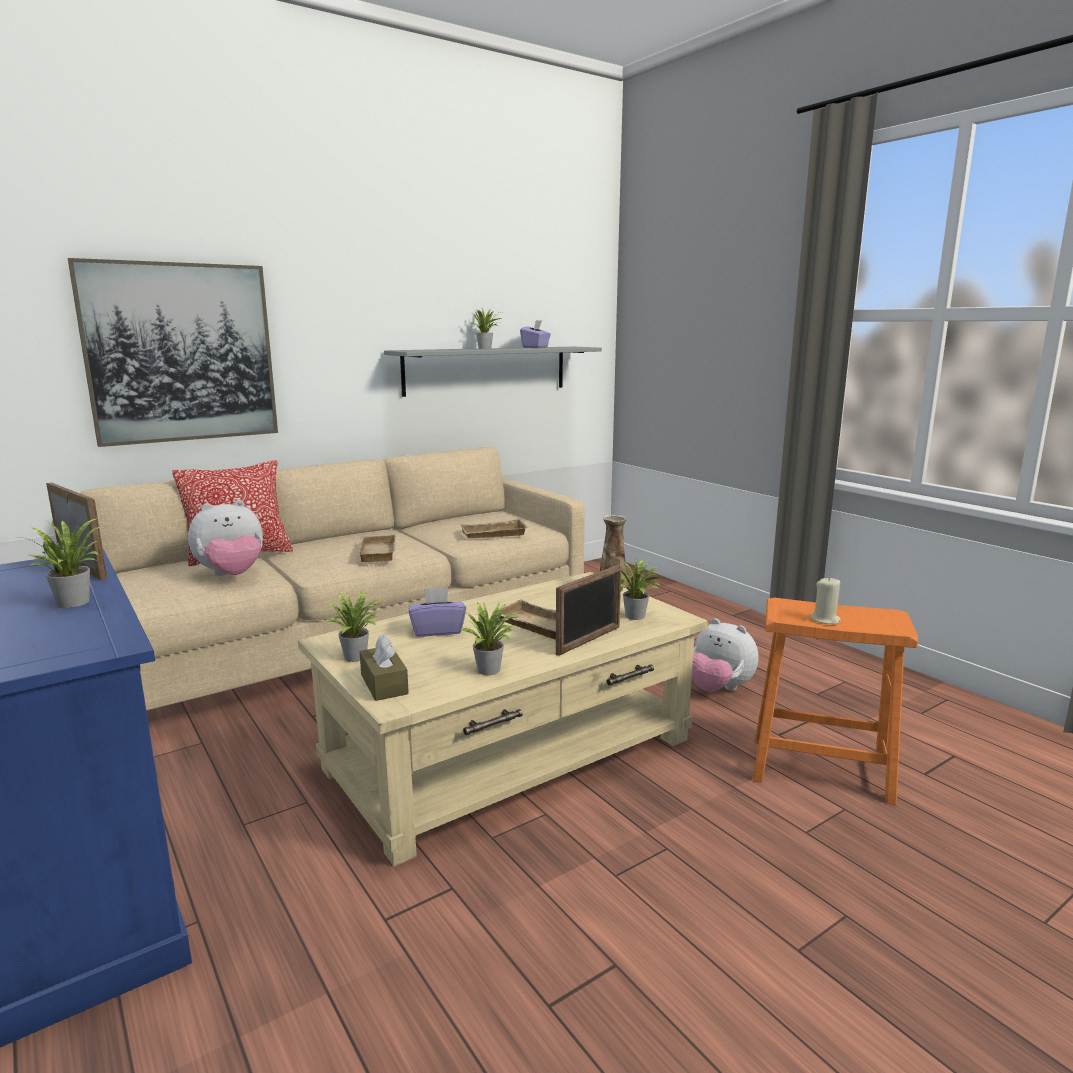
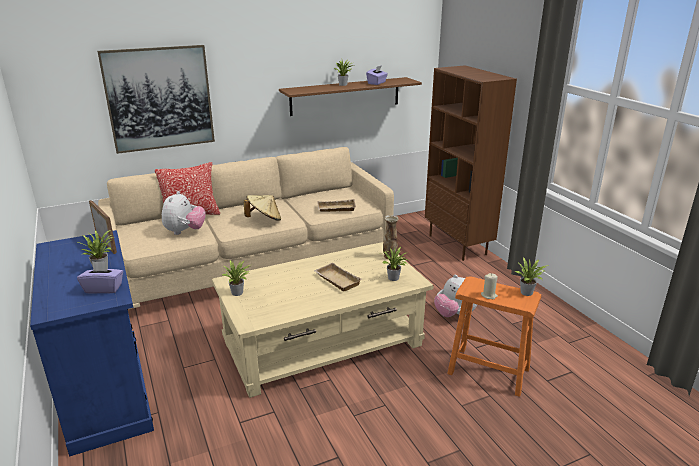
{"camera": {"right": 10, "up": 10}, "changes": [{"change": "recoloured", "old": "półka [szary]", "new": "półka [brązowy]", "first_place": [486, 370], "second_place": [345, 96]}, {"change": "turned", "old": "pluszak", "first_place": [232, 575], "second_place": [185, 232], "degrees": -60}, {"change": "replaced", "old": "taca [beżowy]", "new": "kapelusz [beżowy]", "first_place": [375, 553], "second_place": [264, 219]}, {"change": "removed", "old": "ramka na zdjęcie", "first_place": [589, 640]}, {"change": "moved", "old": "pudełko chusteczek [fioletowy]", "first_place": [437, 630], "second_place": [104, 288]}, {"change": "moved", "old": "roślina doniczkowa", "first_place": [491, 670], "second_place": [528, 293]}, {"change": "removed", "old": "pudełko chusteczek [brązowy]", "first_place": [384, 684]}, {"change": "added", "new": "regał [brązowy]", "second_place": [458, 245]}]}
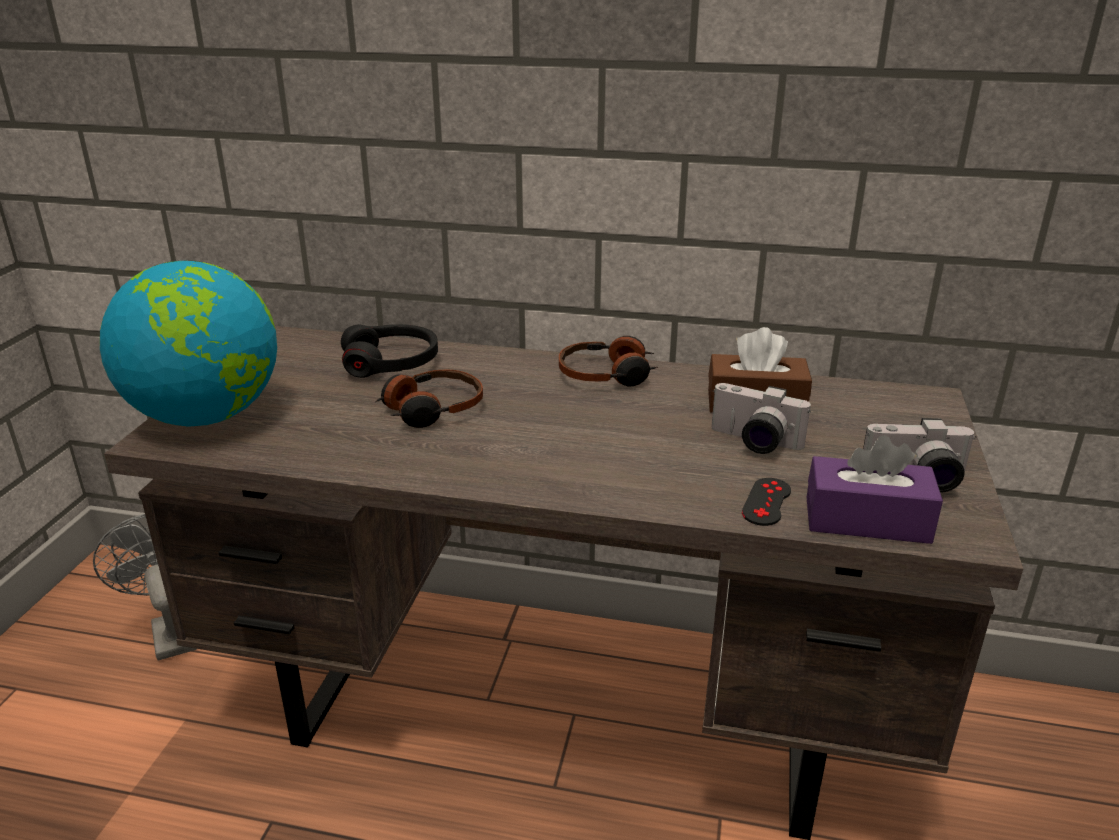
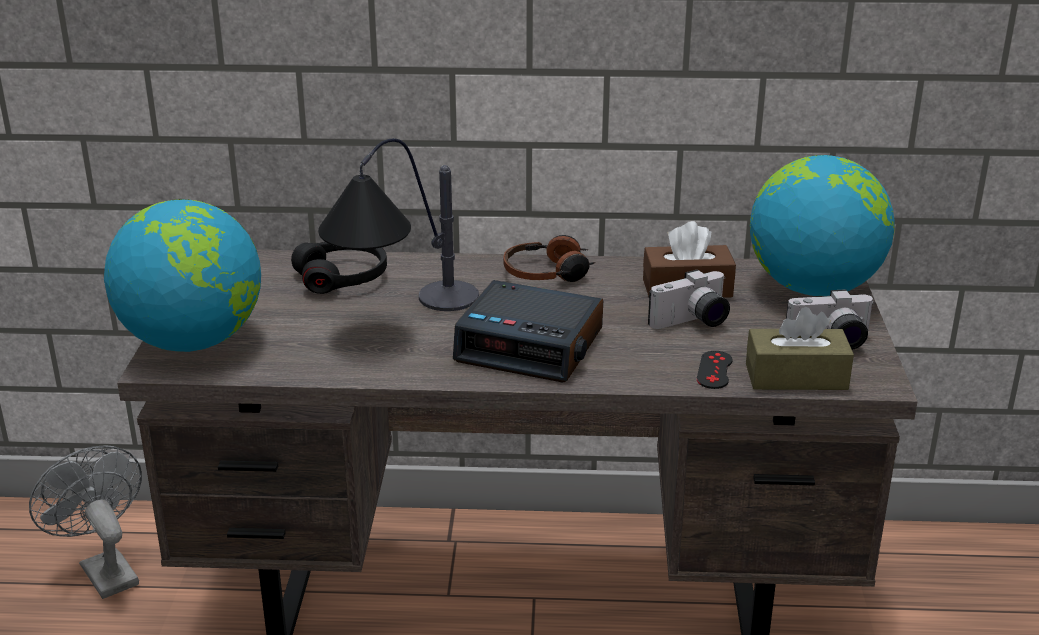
{"camera": {"right": -10, "up": 0}, "changes": [{"change": "replaced", "old": "słuchawki", "new": "lampa stołowa", "first_place": [431, 409], "second_place": [401, 318]}, {"change": "turned", "old": "aparat fotograficzny", "first_place": [753, 442], "second_place": [692, 323], "degrees": -45}, {"change": "recoloured", "old": "pudełko chusteczek [fioletowy]", "new": "pudełko chusteczek [brązowy]", "first_place": [867, 520], "second_place": [796, 377]}, {"change": "added", "new": "globus", "second_place": [813, 288]}, {"change": "added", "new": "budzik", "second_place": [531, 345]}]}
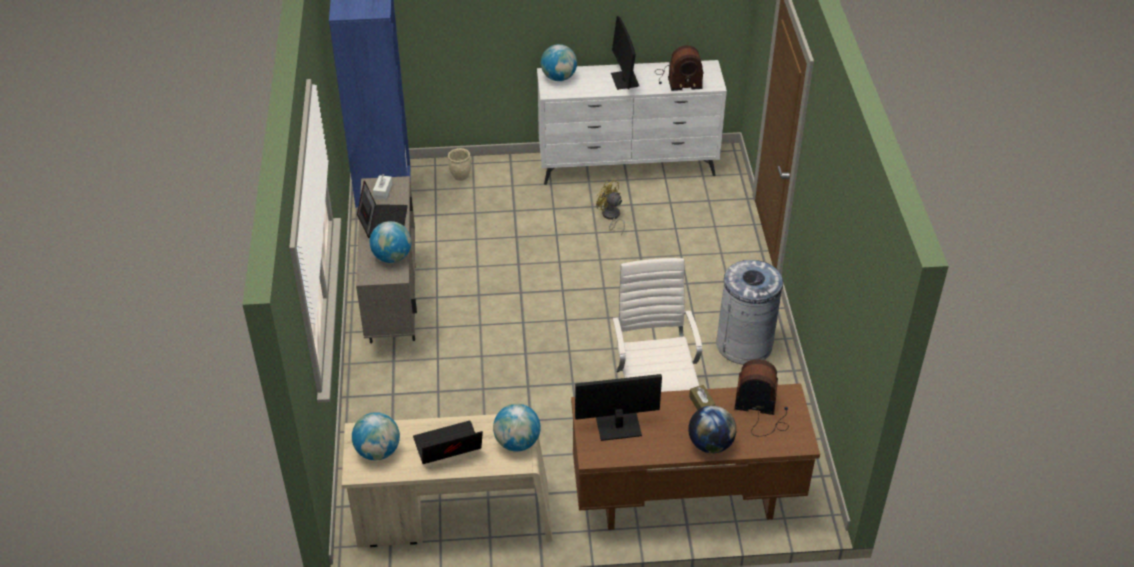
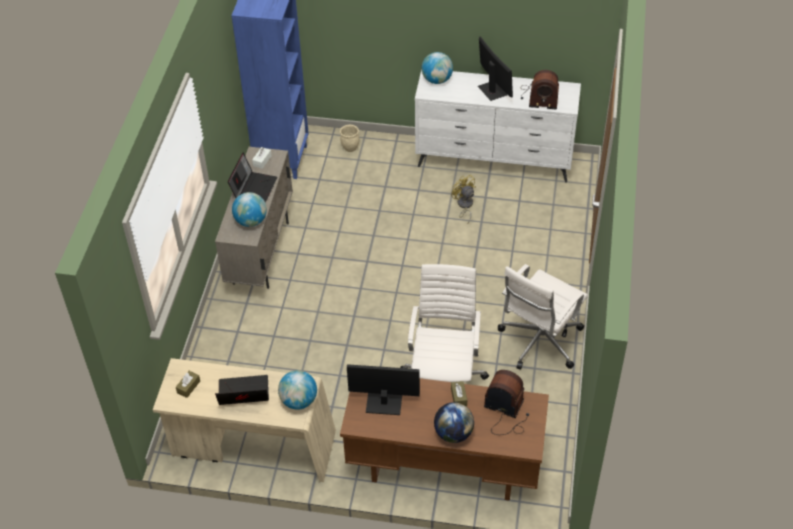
{"camera": {"right": 15, "up": 5}, "changes": [{"change": "turned", "old": "monitor", "first_place": [624, 80], "second_place": [492, 91], "degrees": 150}, {"change": "replaced", "old": "kosz na śmieci [szary]", "new": "krzesło biurowe [biały]", "first_place": [744, 344], "second_place": [539, 341]}, {"change": "replaced", "old": "globus", "new": "pudełko chusteczek [brązowy]", "first_place": [378, 451], "second_place": [188, 387]}]}
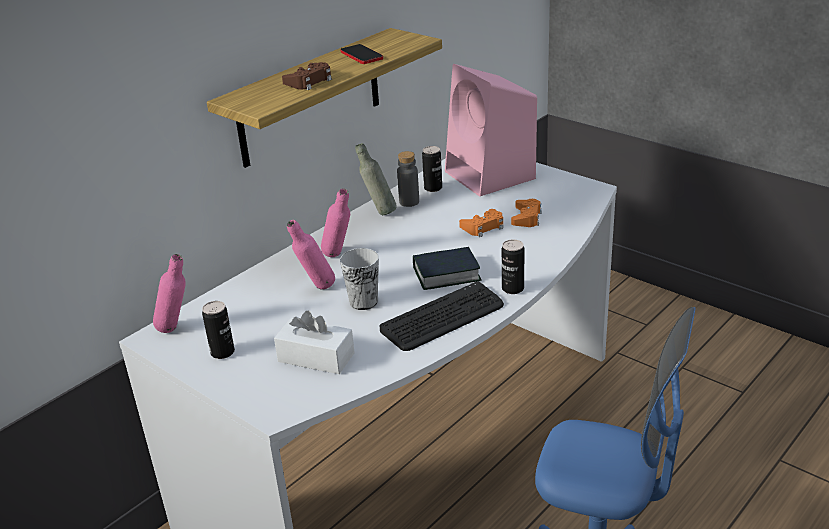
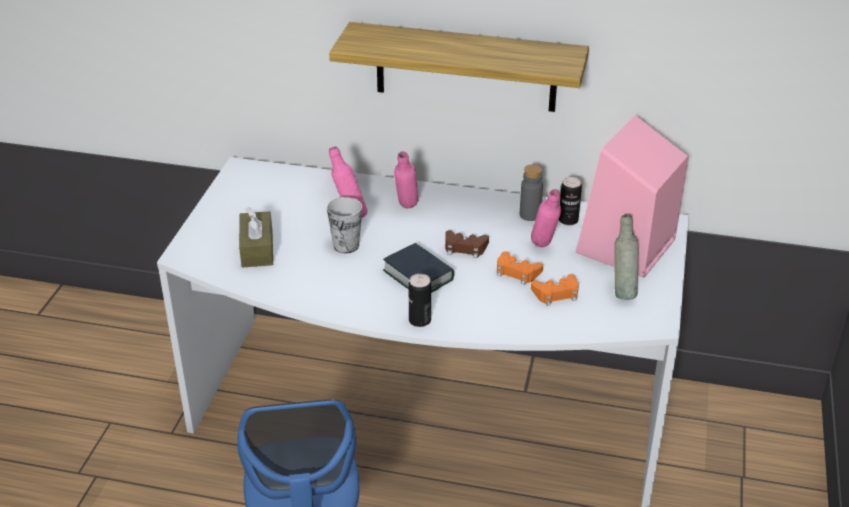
{"camera": {"right": 60, "up": 5}, "changes": [{"change": "removed", "old": "telefon", "first_place": [361, 55]}, {"change": "moved", "old": "pad do gier [brązowy]", "first_place": [309, 82], "second_place": [465, 248]}, {"change": "moved", "old": "butelka [szary]", "first_place": [378, 212], "second_place": [622, 292]}, {"change": "moved", "old": "butelka [różowy]", "first_place": [177, 330], "second_place": [544, 248]}, {"change": "removed", "old": "klawiatura", "first_place": [443, 318]}, {"change": "removed", "old": "puszka", "first_place": [222, 352]}, {"change": "recoloured", "old": "pudełko chusteczek [biały]", "new": "pudełko chusteczek [brązowy]", "first_place": [316, 357], "second_place": [257, 249]}]}
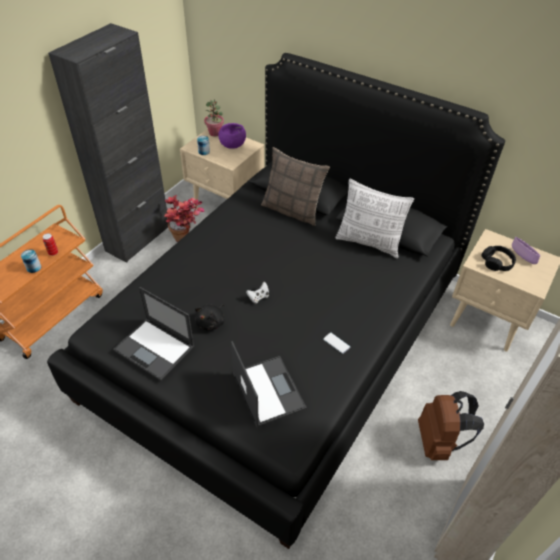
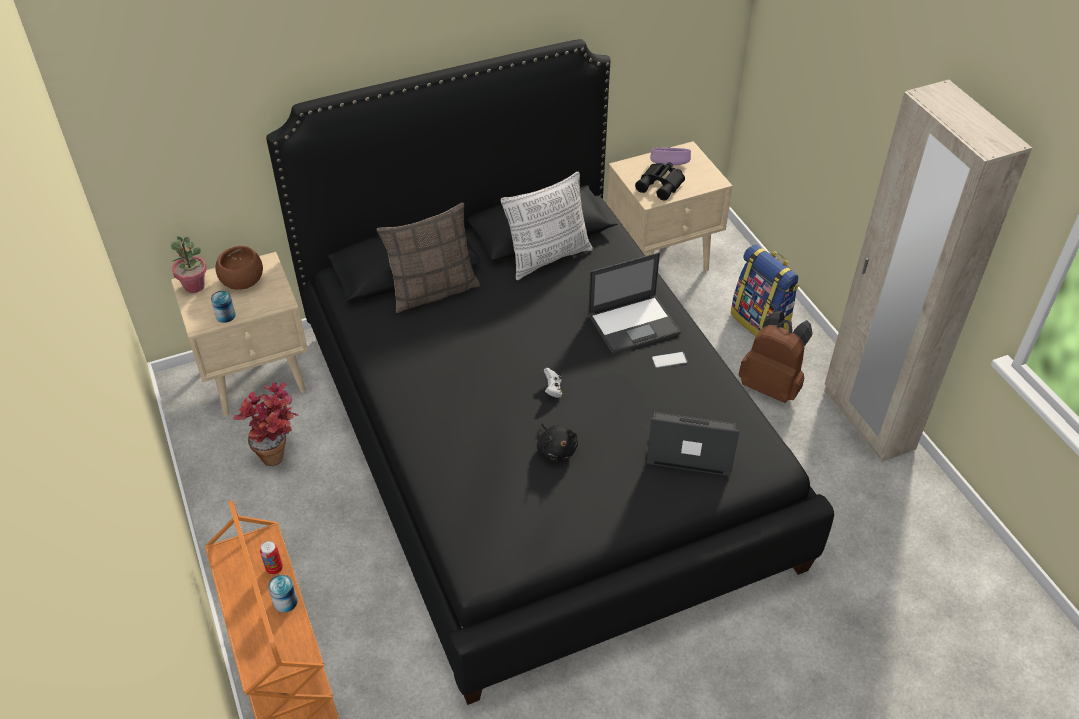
{"camera": {"right": -55, "up": 0}, "changes": [{"change": "removed", "old": "szafka [czarny]", "first_place": [138, 238]}, {"change": "recoloured", "old": "miska [fioletowy]", "new": "miska [brązowy]", "first_place": [232, 145], "second_place": [242, 281]}, {"change": "replaced", "old": "słuchawki [czarny]", "new": "lornetka [czarny]", "first_place": [497, 262], "second_place": [661, 185]}, {"change": "moved", "old": "laptop", "first_place": [155, 349], "second_place": [634, 324]}, {"change": "added", "new": "plecak", "second_place": [761, 322]}]}
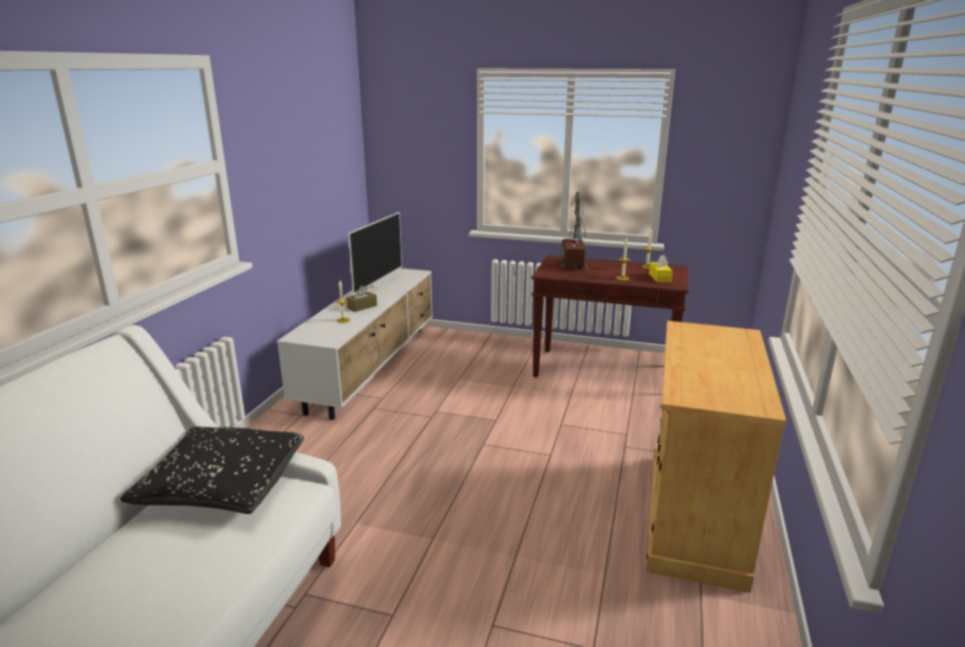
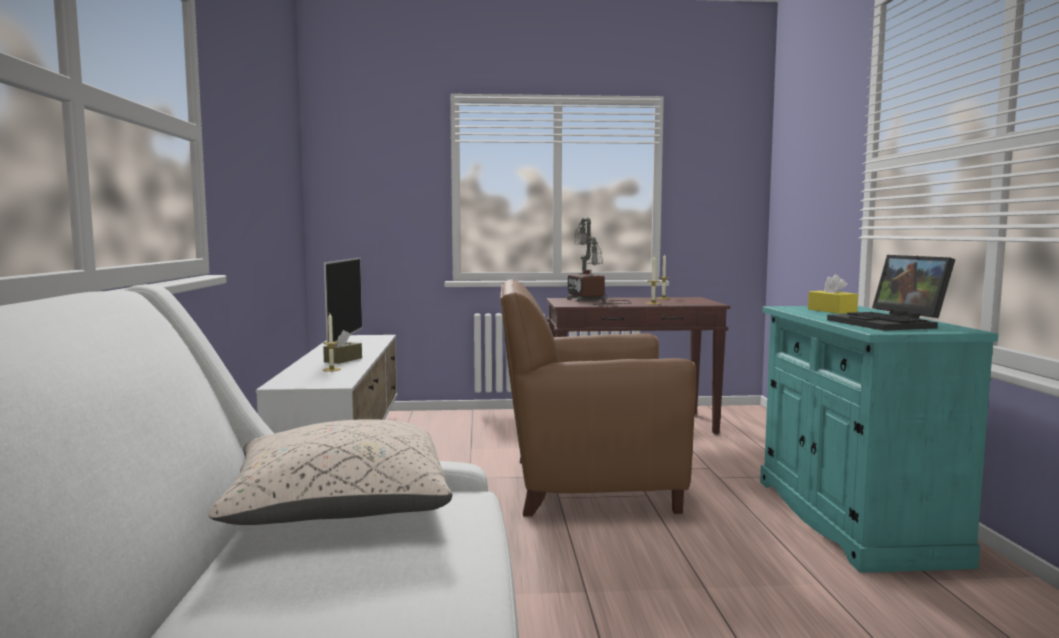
{"camera": {"right": -20, "up": -15}, "changes": [{"change": "moved", "old": "pudełko chusteczek [żółty]", "first_place": [659, 277], "second_place": [831, 311]}, {"change": "recoloured", "old": "szafka [beżowy]", "new": "szafka [turkusowy]", "first_place": [694, 516], "second_place": [852, 519]}, {"change": "recoloured", "old": "poduszka [czarny]", "new": "poduszka [beżowy]", "first_place": [223, 487], "second_place": [339, 510]}, {"change": "added", "new": "laptop", "second_place": [890, 324]}, {"change": "added", "new": "fotel [brązowy]", "second_place": [587, 484]}]}
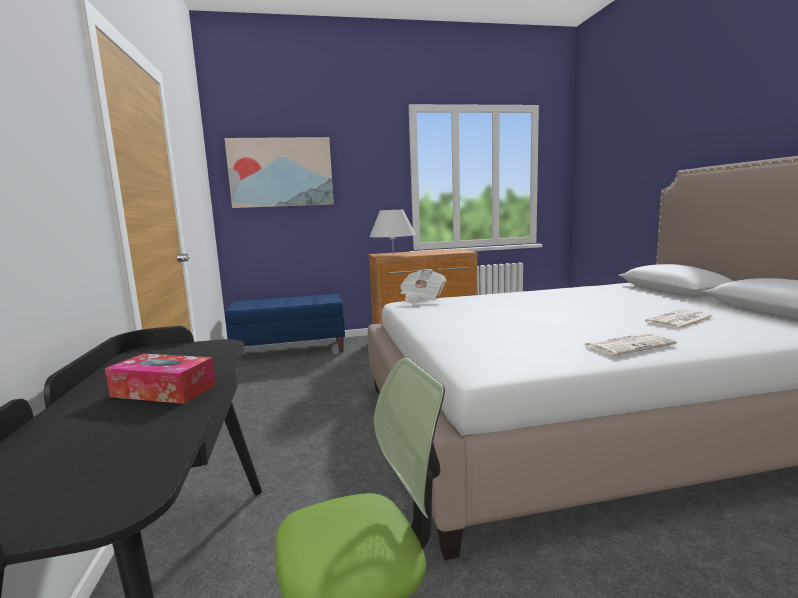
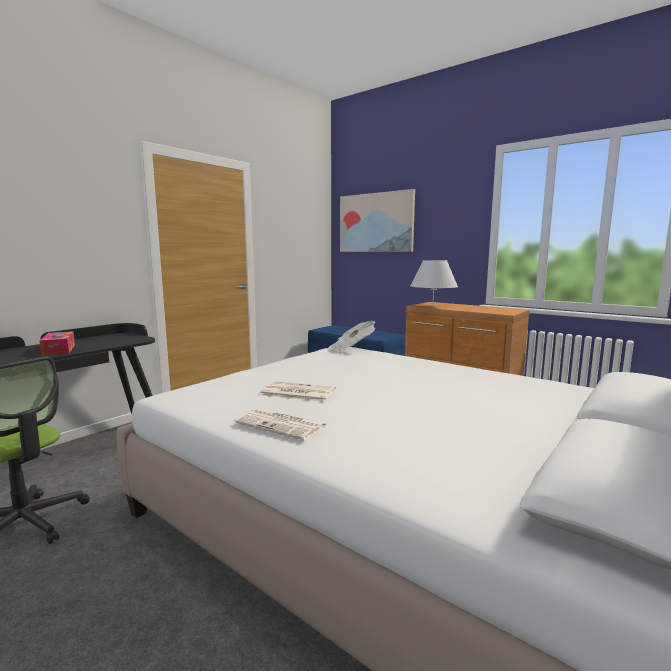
{"camera": {"right": 50, "up": 0}, "changes": [{"change": "moved", "old": "gazeta", "first_place": [680, 321], "second_place": [297, 392]}]}
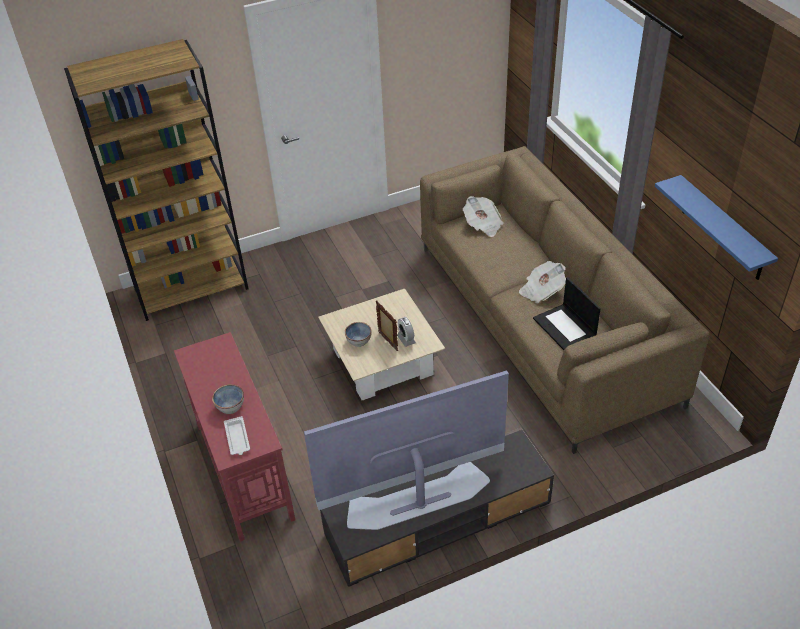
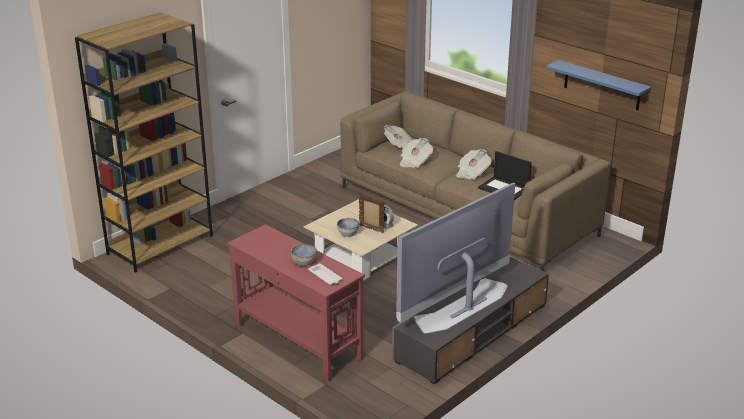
{"camera": {"right": -25, "up": -15}, "changes": [{"change": "added", "new": "gazeta", "second_place": [414, 162]}]}
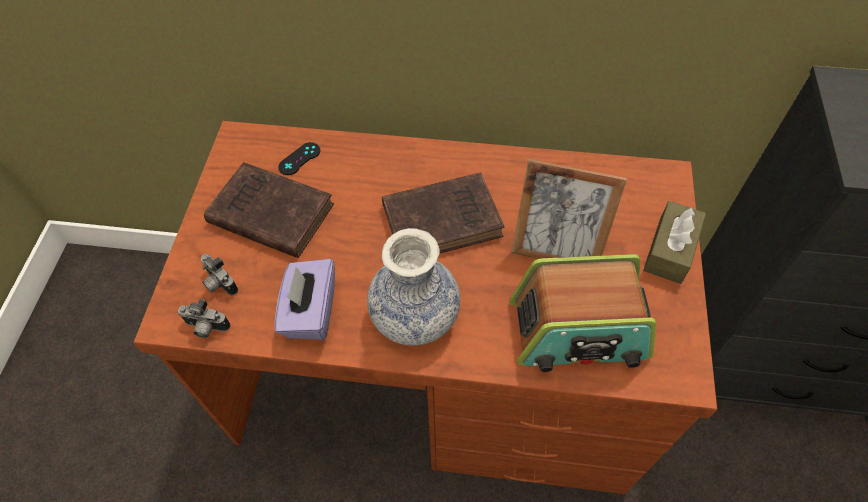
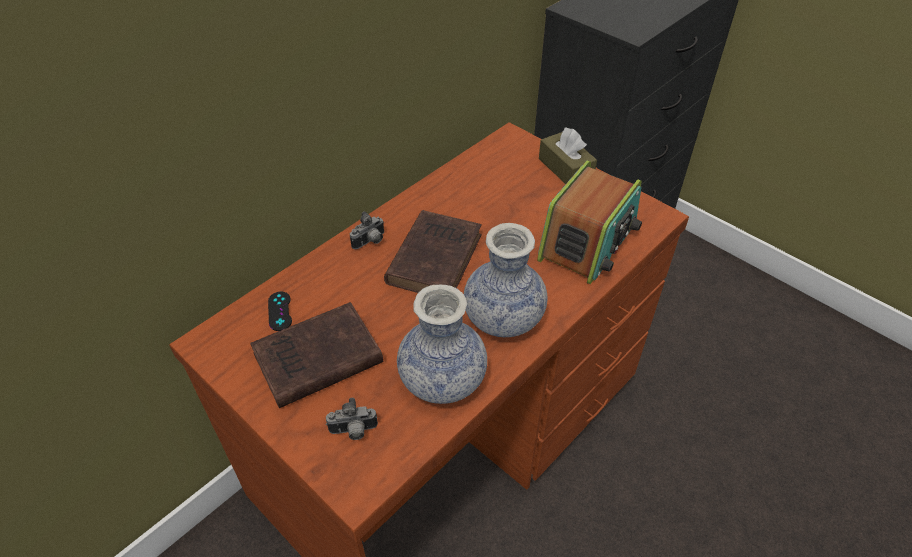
{"camera": {"right": -55, "up": -10}, "changes": [{"change": "removed", "old": "ramka na zdjęcie", "first_place": [555, 251]}, {"change": "replaced", "old": "pudełko chusteczek [fioletowy]", "new": "wazon", "first_place": [310, 312], "second_place": [442, 380]}, {"change": "moved", "old": "aparat fotograficzny", "first_place": [206, 328], "second_place": [370, 242]}]}
